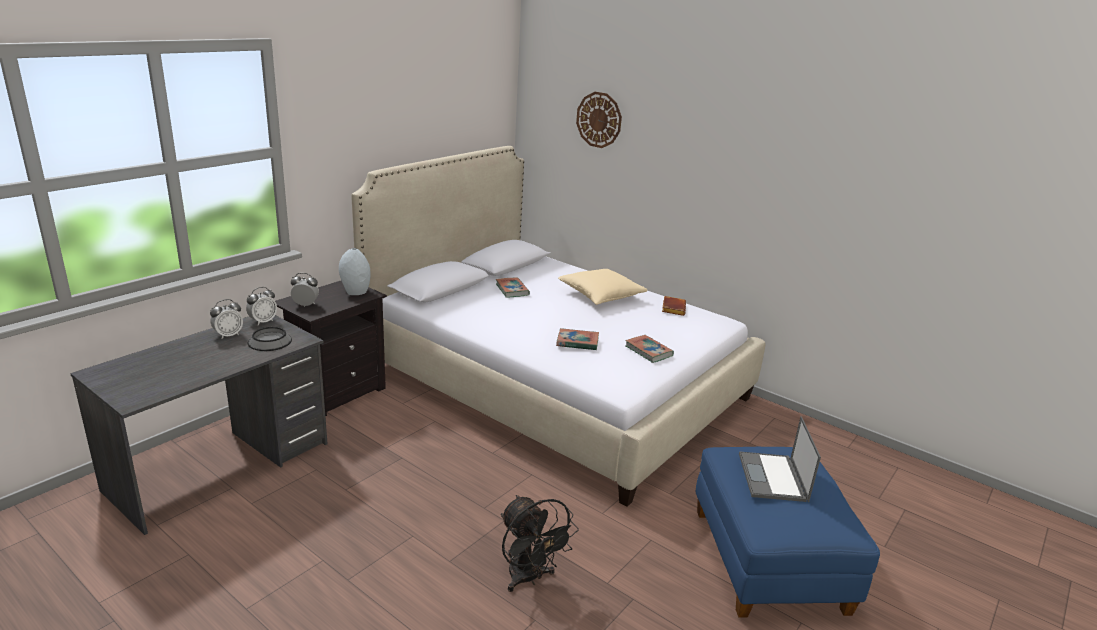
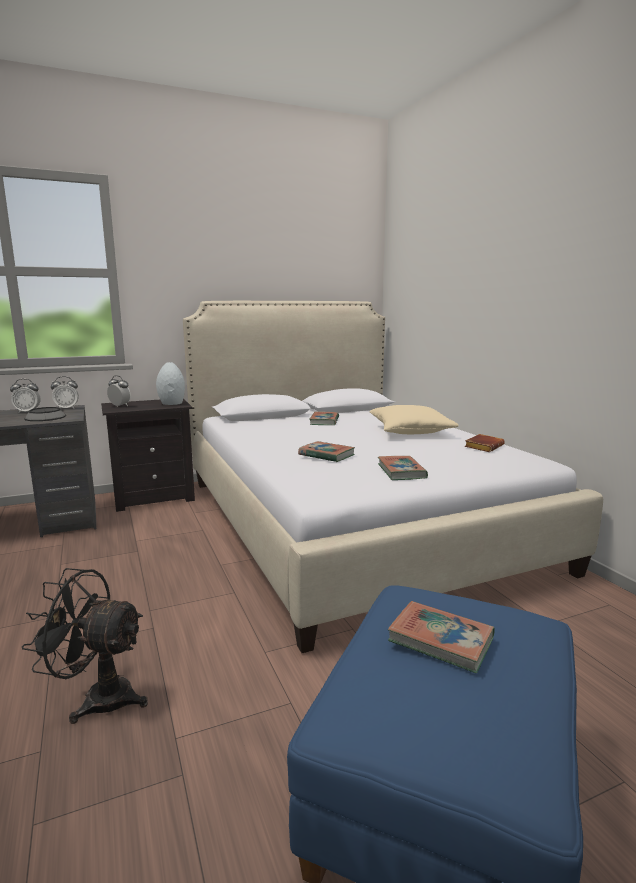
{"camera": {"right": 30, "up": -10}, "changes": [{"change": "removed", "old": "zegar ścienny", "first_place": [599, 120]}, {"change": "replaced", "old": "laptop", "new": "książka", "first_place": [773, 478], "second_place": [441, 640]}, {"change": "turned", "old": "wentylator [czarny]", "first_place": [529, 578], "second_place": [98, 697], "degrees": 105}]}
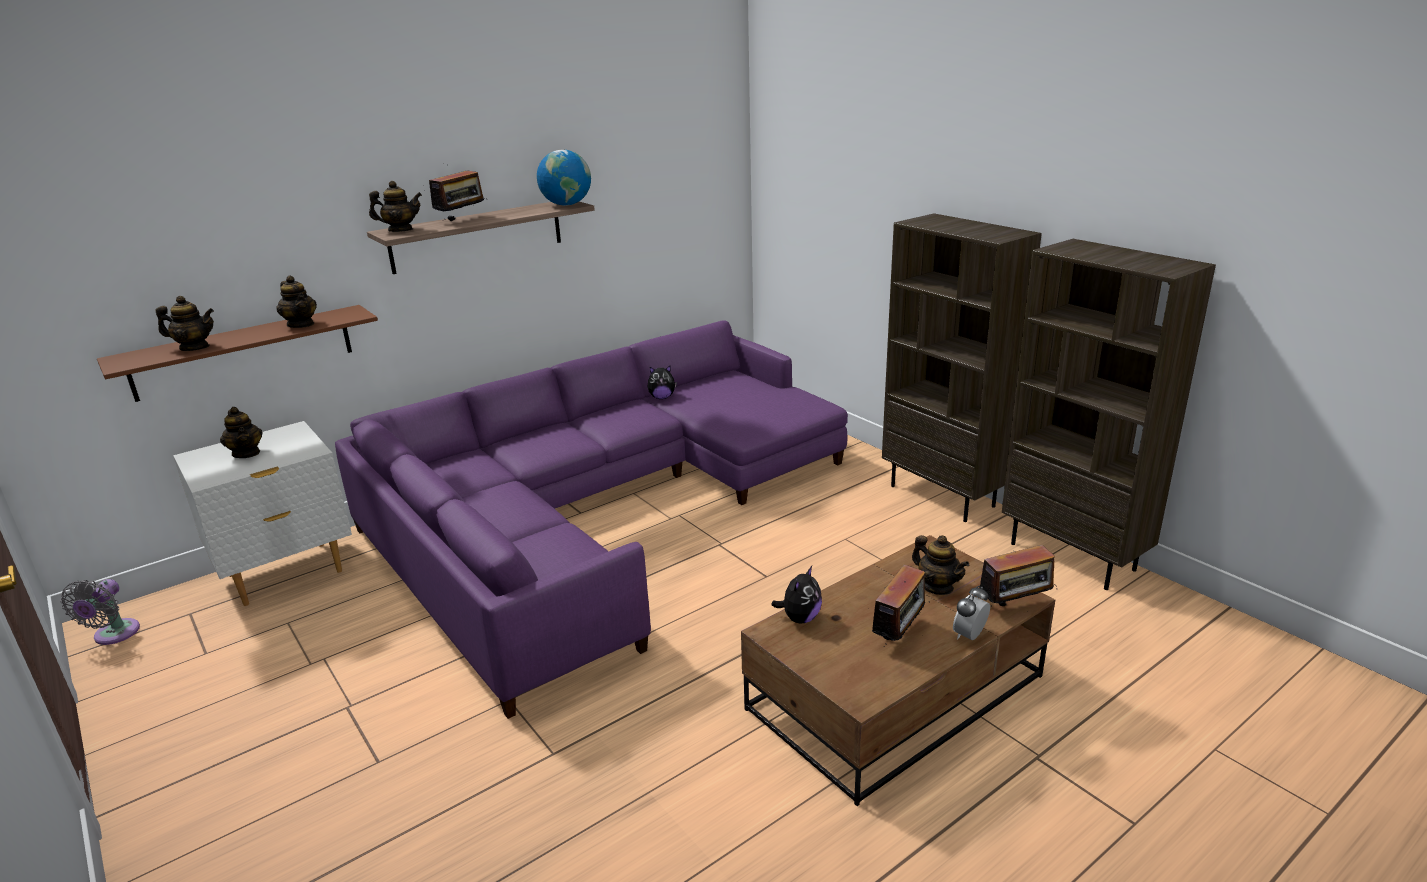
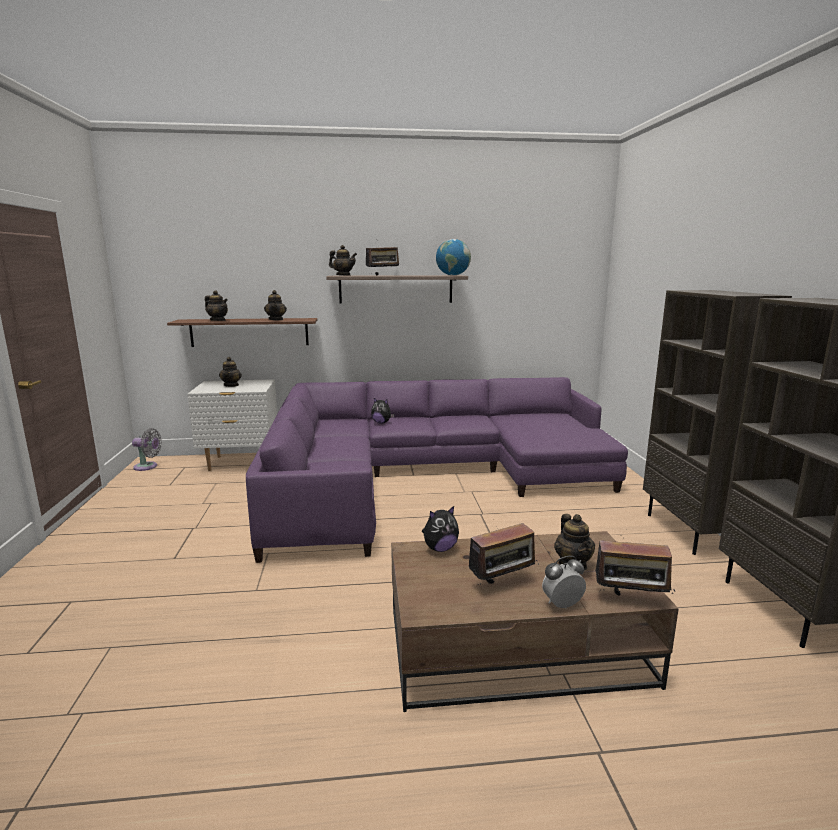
{"camera": {"right": 30, "up": -10}, "changes": [{"change": "moved", "old": "pluszak", "first_place": [662, 397], "second_place": [381, 422]}, {"change": "turned", "old": "wentylator [szary]", "first_place": [113, 635], "second_place": [148, 467], "degrees": -120}]}
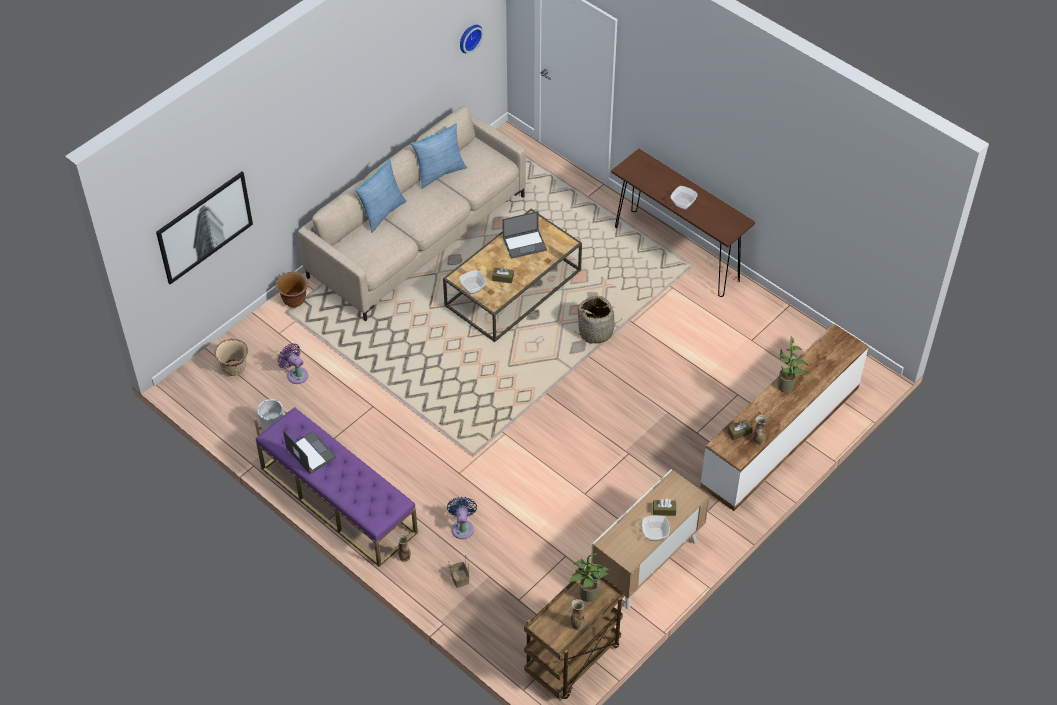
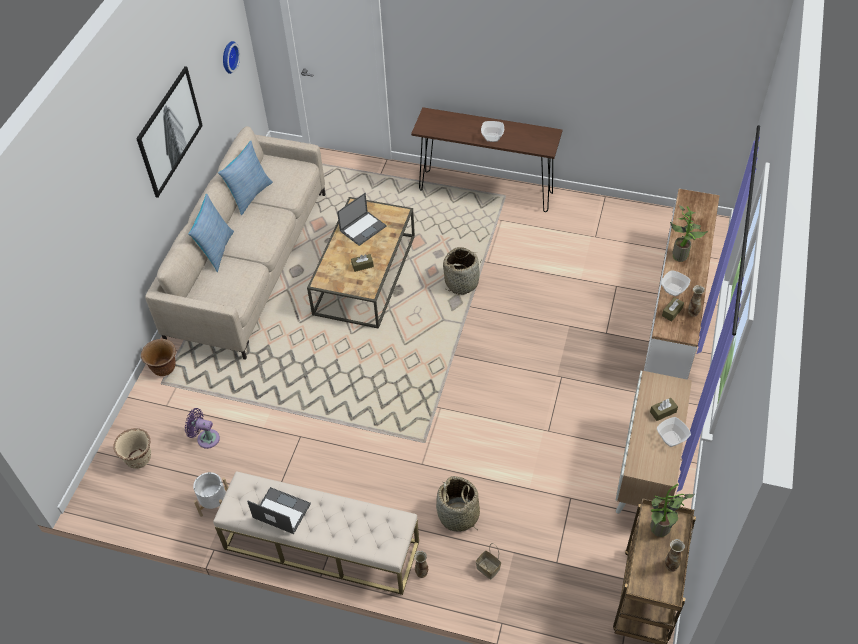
{"camera": {"right": -25, "up": 0}, "changes": [{"change": "moved", "old": "obraz", "first_place": [205, 227], "second_place": [170, 131]}, {"change": "moved", "old": "miska", "first_place": [473, 288], "second_place": [673, 290]}, {"change": "recoloured", "old": "ławka [fioletowy]", "new": "ławka [beżowy]", "first_place": [338, 500], "second_place": [321, 545]}, {"change": "replaced", "old": "wentylator [niebieski]", "new": "koszyk", "first_place": [462, 527], "second_place": [458, 515]}]}
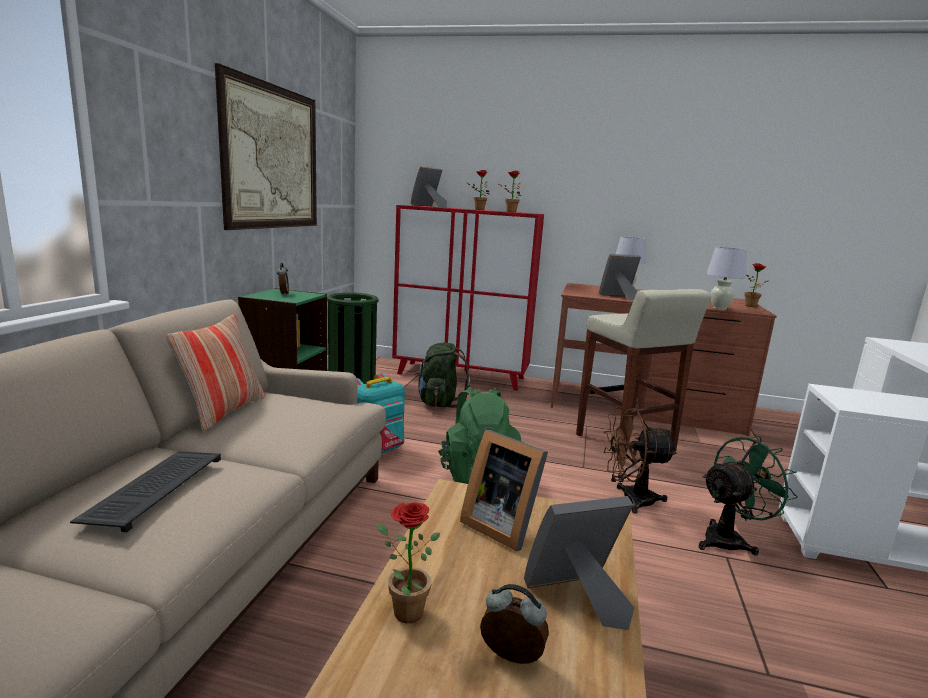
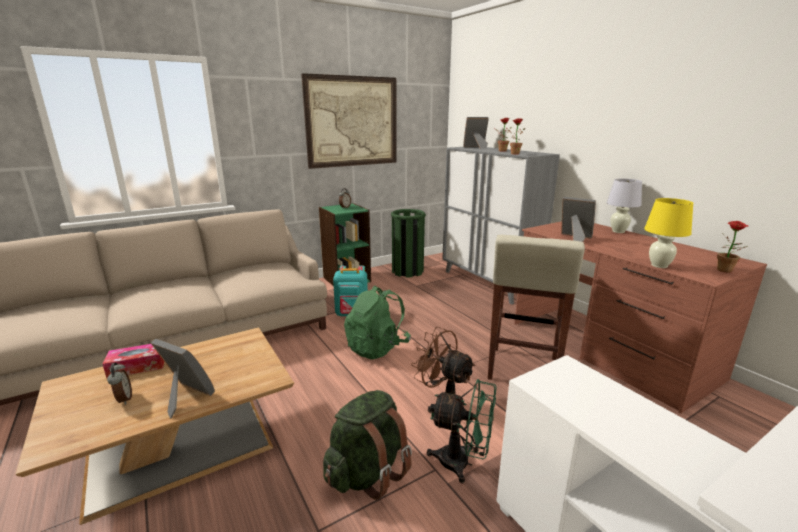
{"camera": {"right": 45, "up": 5}, "changes": [{"change": "recoloured", "old": "szafka [czerwony]", "new": "szafka [szary]", "first_place": [461, 376], "second_place": [488, 283]}, {"change": "recoloured", "old": "lampa stołowa [biały]", "new": "lampa stołowa [żółty]", "first_place": [719, 308], "second_place": [659, 265]}, {"change": "removed", "old": "poduszka", "first_place": [223, 411]}, {"change": "moved", "old": "plecak [zielony]", "first_place": [438, 403], "second_place": [368, 472]}, {"change": "removed", "old": "ramka na zdjęcie", "first_place": [501, 525]}, {"change": "removed", "old": "klawiatura", "first_place": [155, 488]}, {"change": "replaced", "old": "roślina doniczkowa", "new": "pudełko chusteczek", "first_place": [402, 610], "second_place": [137, 366]}]}
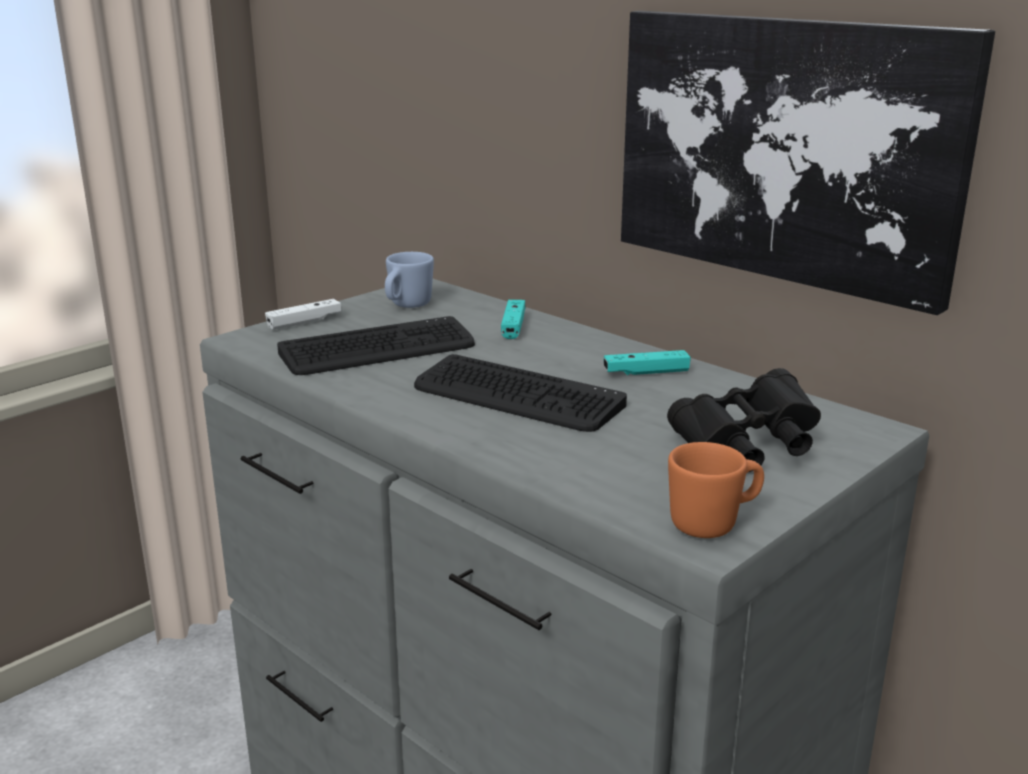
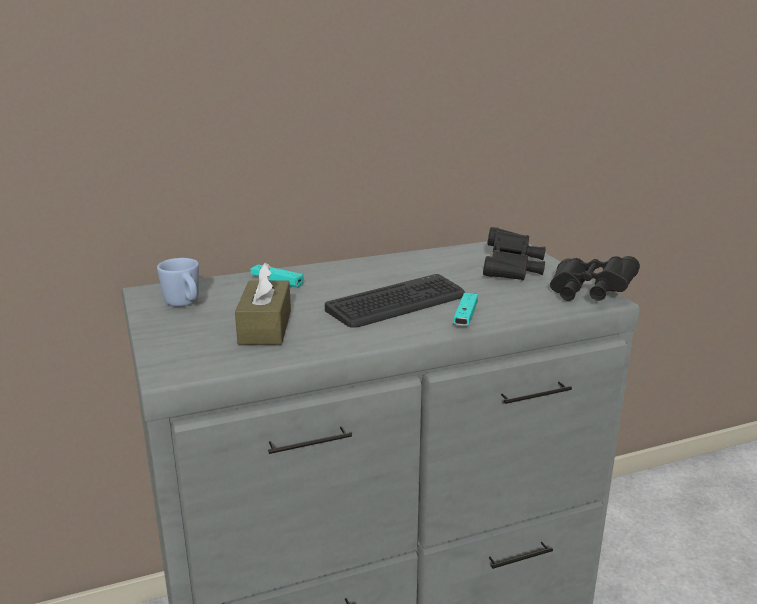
{"camera": {"right": -65, "up": 0}, "changes": [{"change": "removed", "old": "obraz", "first_place": [785, 150]}, {"change": "removed", "old": "pad do gier [biały]", "first_place": [304, 322]}, {"change": "replaced", "old": "klawiatura", "new": "pudełko chusteczek [brązowy]", "first_place": [378, 349], "second_place": [265, 327]}, {"change": "moved", "old": "pad do gier [turkusowy]", "first_place": [646, 372], "second_place": [465, 317]}, {"change": "replaced", "old": "kubek [pomarańczowy]", "new": "lornetka [czarny]", "first_place": [714, 524], "second_place": [588, 294]}]}
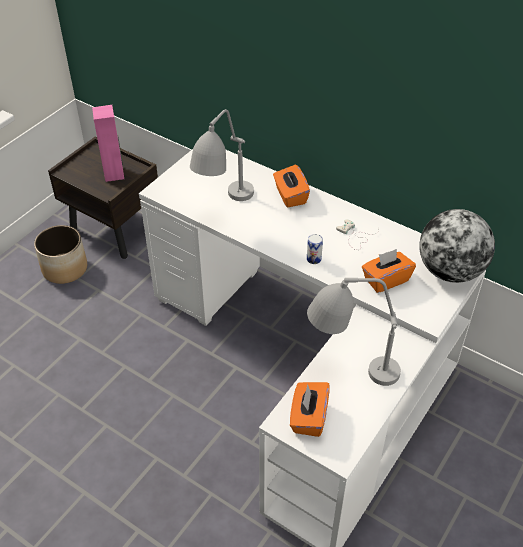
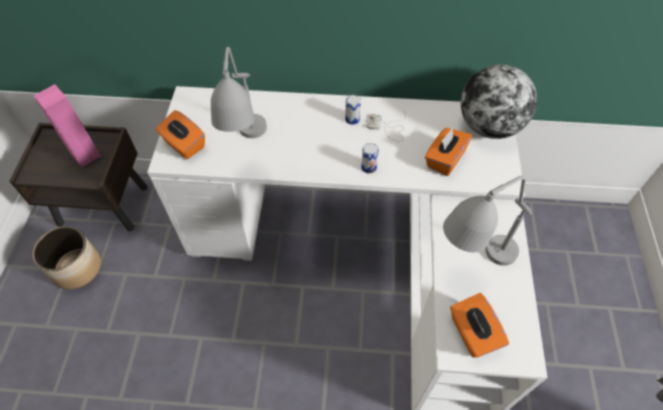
{"camera": {"right": -30, "up": 10}, "changes": [{"change": "moved", "old": "pudełko chusteczek [pomarańczowy]", "first_place": [290, 196], "second_place": [184, 145]}, {"change": "added", "new": "puszka", "second_place": [352, 119]}]}
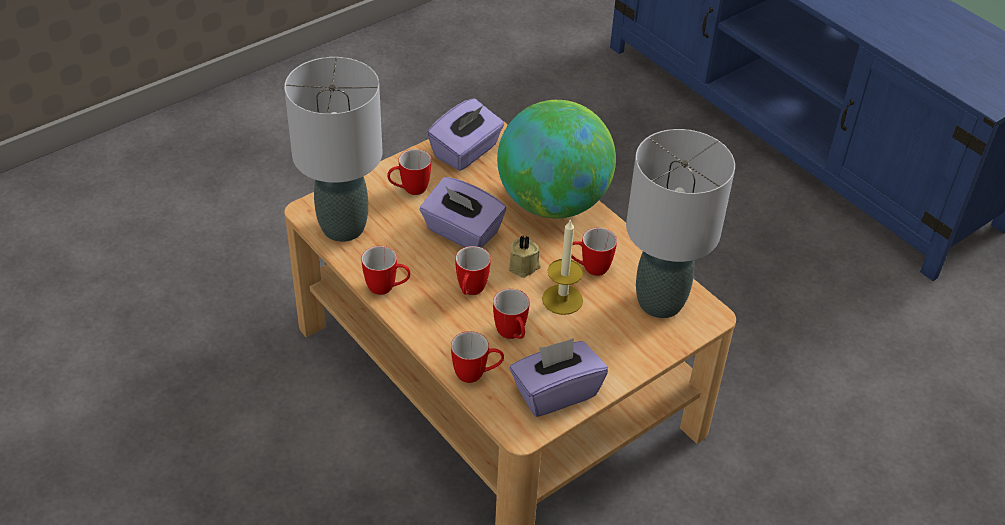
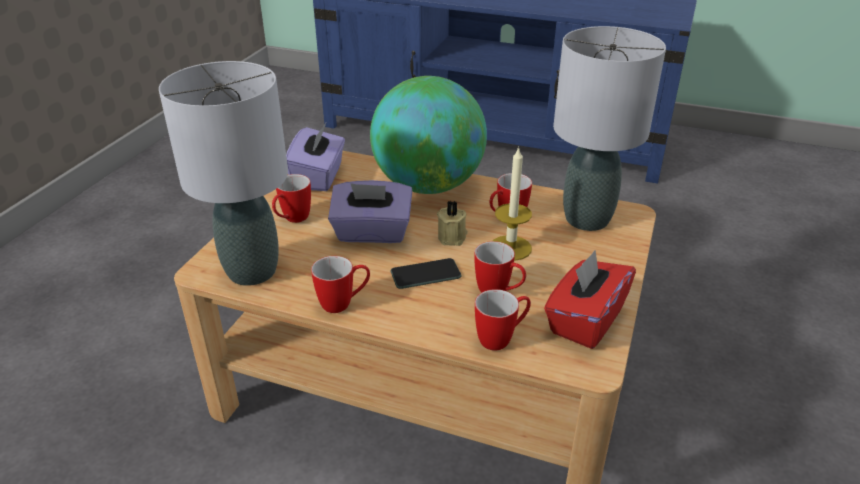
{"camera": {"right": -30, "up": -10}, "changes": [{"change": "replaced", "old": "kubek", "new": "telefon", "first_place": [470, 292], "second_place": [425, 274]}, {"change": "recoloured", "old": "pudełko chusteczek [fioletowy]", "new": "pudełko chusteczek [czerwony]", "first_place": [555, 392], "second_place": [585, 320]}]}
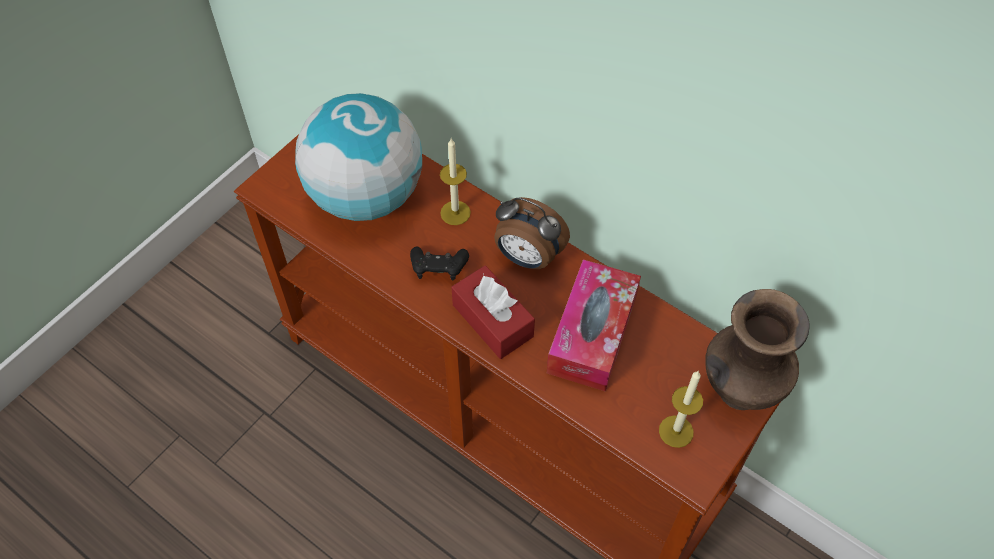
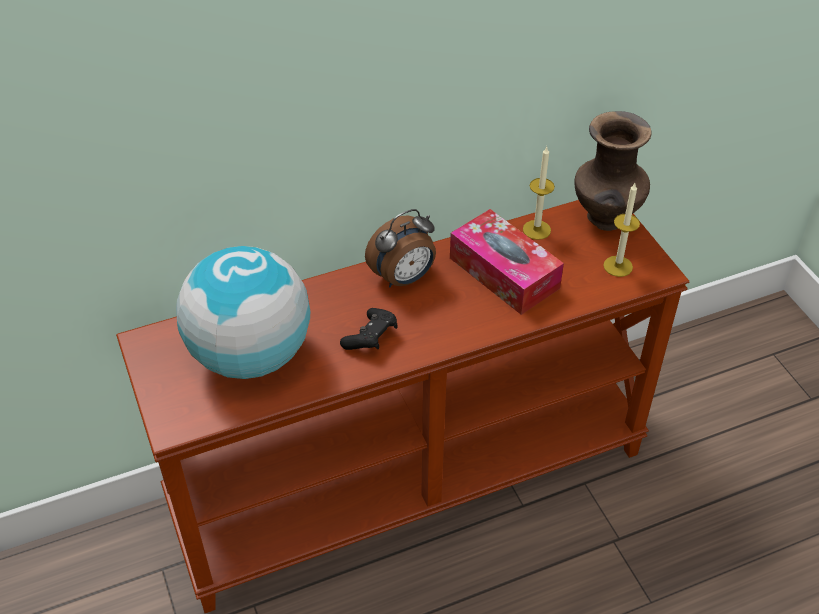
{"camera": {"right": -60, "up": -10}, "changes": [{"change": "moved", "old": "świeca", "first_place": [455, 213], "second_place": [536, 230]}, {"change": "removed", "old": "pudełko chusteczek [czerwony]", "first_place": [492, 320]}]}
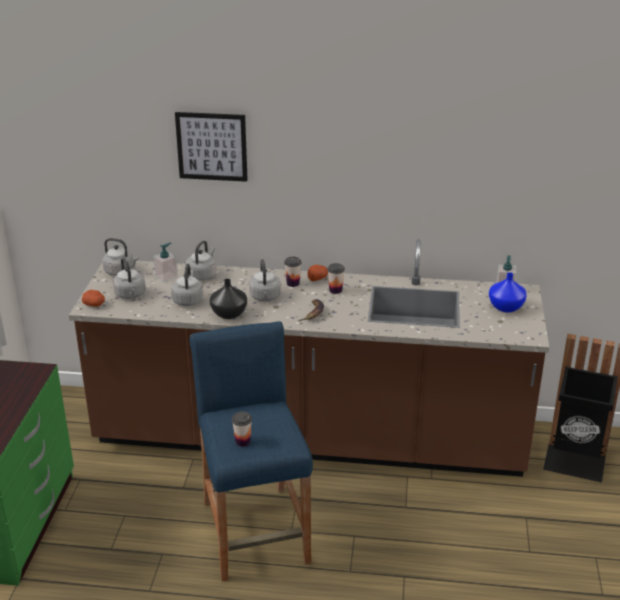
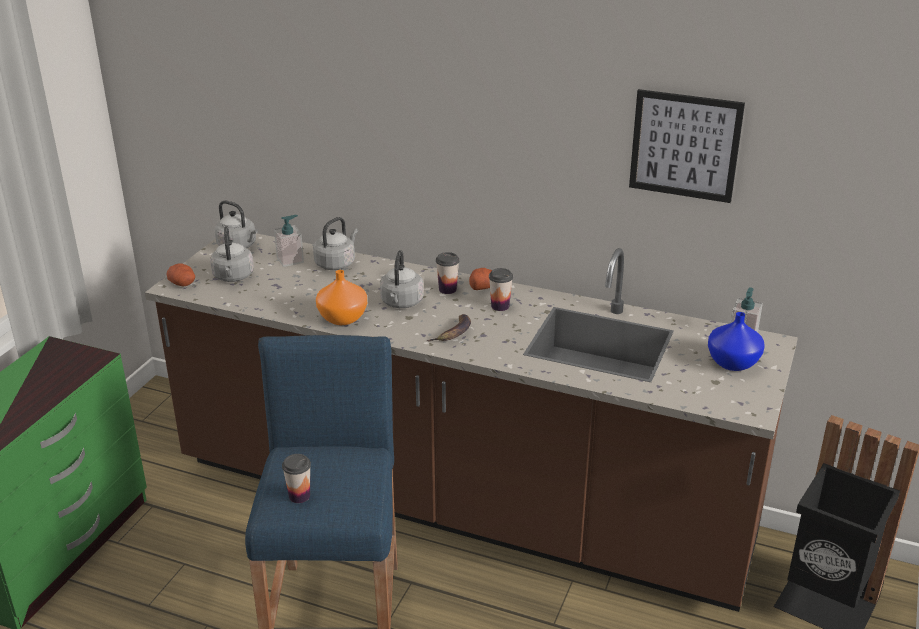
{"camera": {"right": 15, "up": 0}, "changes": [{"change": "moved", "old": "obraz", "first_place": [212, 146], "second_place": [685, 145]}, {"change": "removed", "old": "czajnik [szary]", "first_place": [188, 300]}, {"change": "recoloured", "old": "wazon [czarny]", "new": "wazon [pomarańczowy]", "first_place": [228, 314], "second_place": [342, 318]}]}
